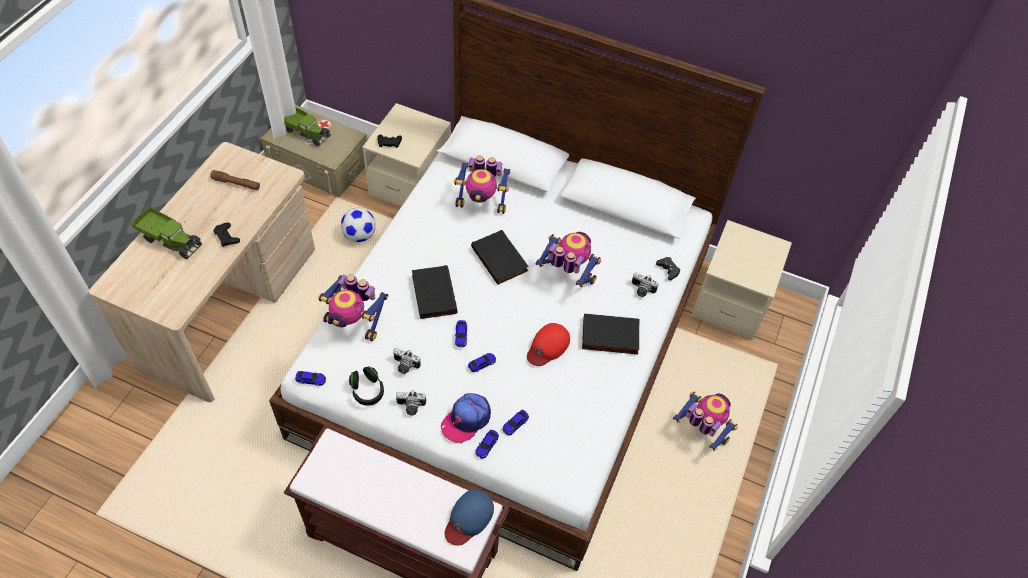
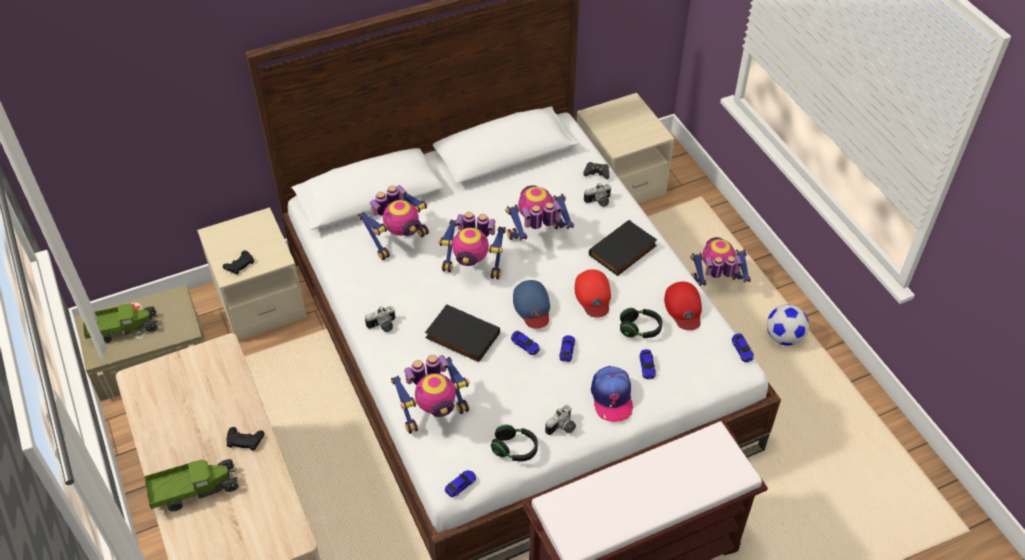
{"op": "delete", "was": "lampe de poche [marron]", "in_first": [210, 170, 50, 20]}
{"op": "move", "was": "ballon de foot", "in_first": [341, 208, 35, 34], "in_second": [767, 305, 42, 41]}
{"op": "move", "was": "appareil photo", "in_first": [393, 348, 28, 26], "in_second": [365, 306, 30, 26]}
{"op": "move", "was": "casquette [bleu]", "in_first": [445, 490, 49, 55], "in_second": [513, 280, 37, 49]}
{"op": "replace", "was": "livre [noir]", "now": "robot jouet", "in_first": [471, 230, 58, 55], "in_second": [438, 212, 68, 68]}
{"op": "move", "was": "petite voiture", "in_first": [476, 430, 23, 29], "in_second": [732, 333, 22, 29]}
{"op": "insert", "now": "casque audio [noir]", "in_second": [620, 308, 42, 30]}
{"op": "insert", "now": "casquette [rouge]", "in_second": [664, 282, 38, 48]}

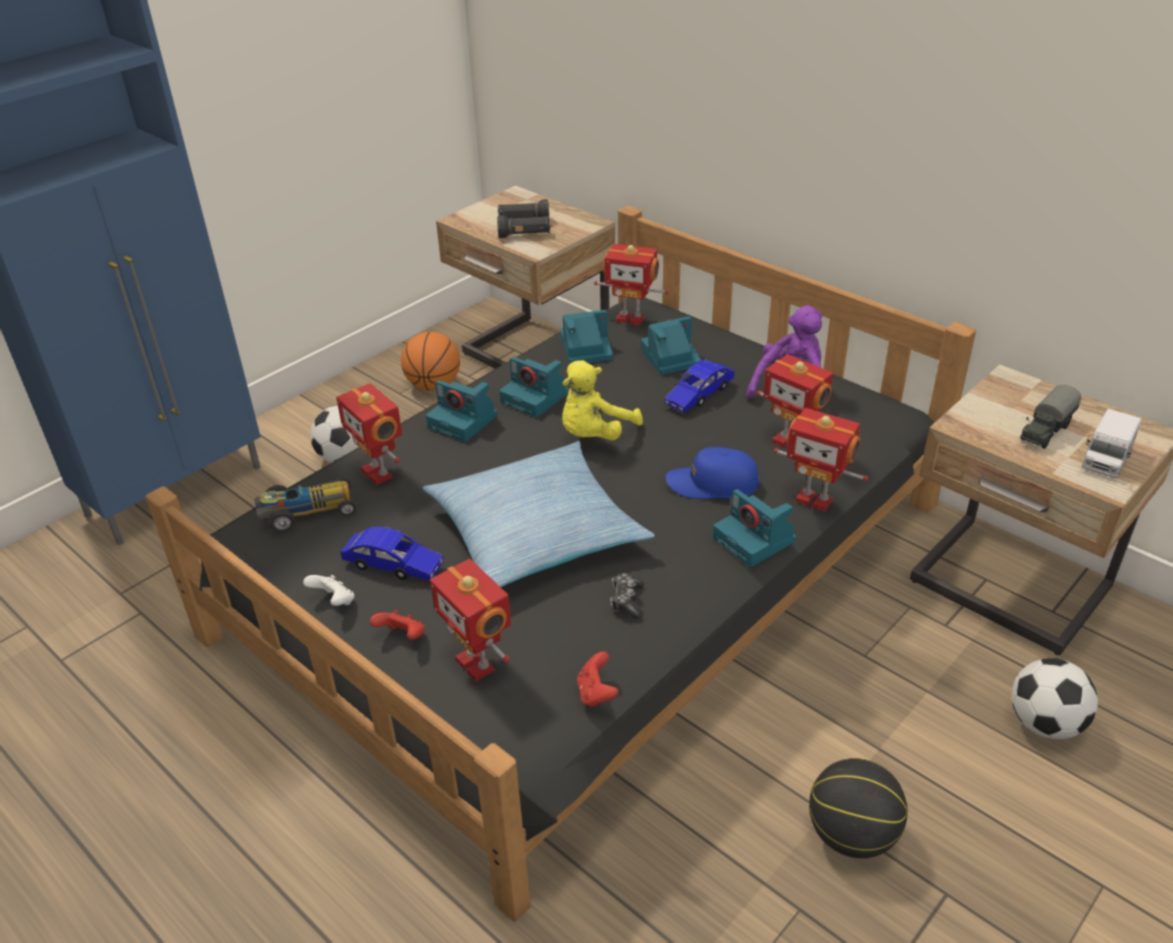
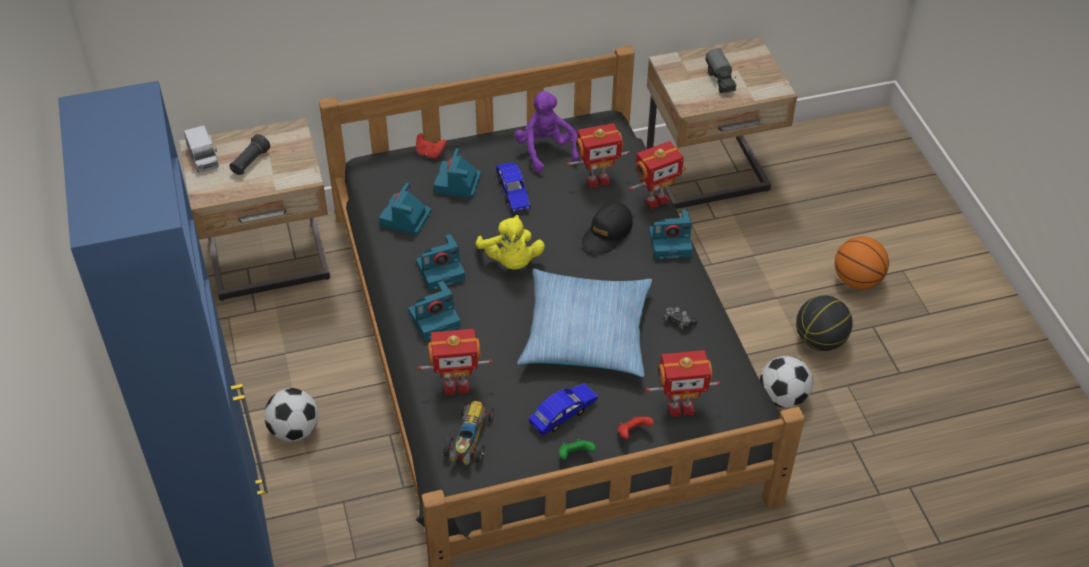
{"op": "recolor", "was": "manette [blanc]", "now": "manette [vert]", "in_first": [303, 575, 51, 31], "in_second": [559, 439, 37, 21]}
{"op": "move", "was": "ballon de basket", "in_first": [401, 332, 59, 59], "in_second": [835, 236, 54, 53]}
{"op": "delete", "was": "lampe de poche [noir]", "in_first": [497, 215, 53, 23]}
{"op": "move", "was": "manette [rouge]", "in_first": [577, 652, 41, 55], "in_second": [416, 133, 30, 26]}
{"op": "delete", "was": "robot jouet", "in_first": [594, 244, 75, 81]}
{"op": "recolor", "was": "casquette [bleu]", "now": "casquette [noir]", "in_first": [666, 447, 93, 52], "in_second": [582, 202, 51, 51]}
{"op": "move", "was": "ballon de foot", "in_first": [1011, 658, 87, 81], "in_second": [760, 356, 53, 52]}
{"op": "move", "was": "camion jouet", "in_first": [1082, 409, 60, 69], "in_second": [184, 125, 35, 48]}

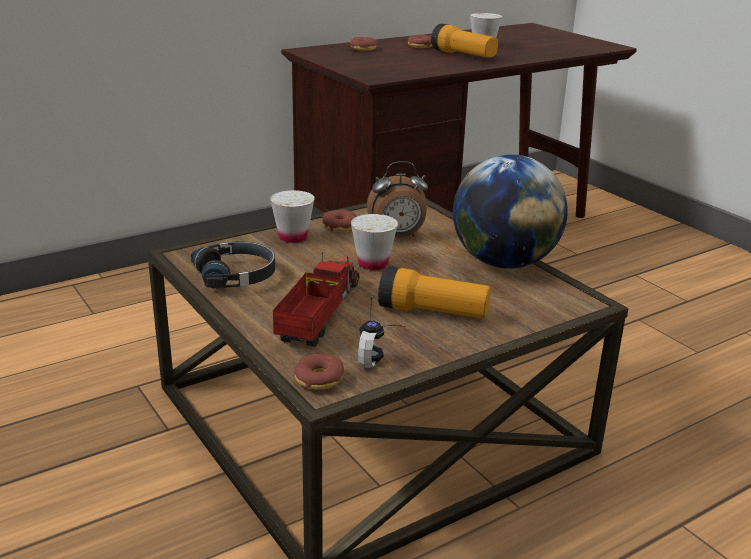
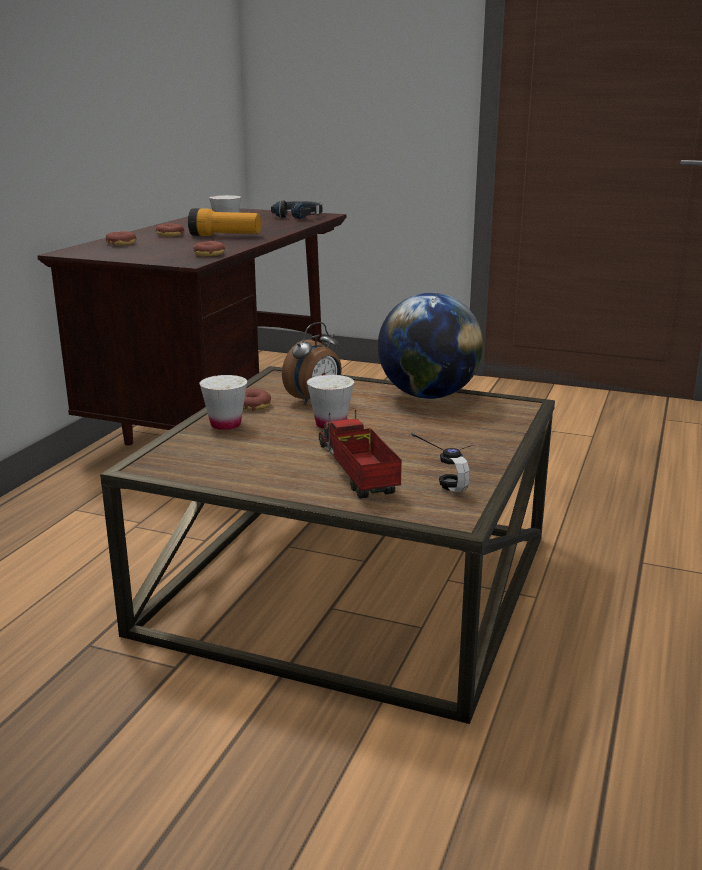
{"op": "move", "was": "casque audio [noir]", "in_first": [191, 241, 84, 48], "in_second": [271, 201, 51, 18]}
{"op": "move", "was": "beignet", "in_first": [294, 354, 50, 36], "in_second": [193, 241, 32, 16]}
{"op": "delete", "was": "lampe de poche", "in_first": [378, 266, 113, 53]}

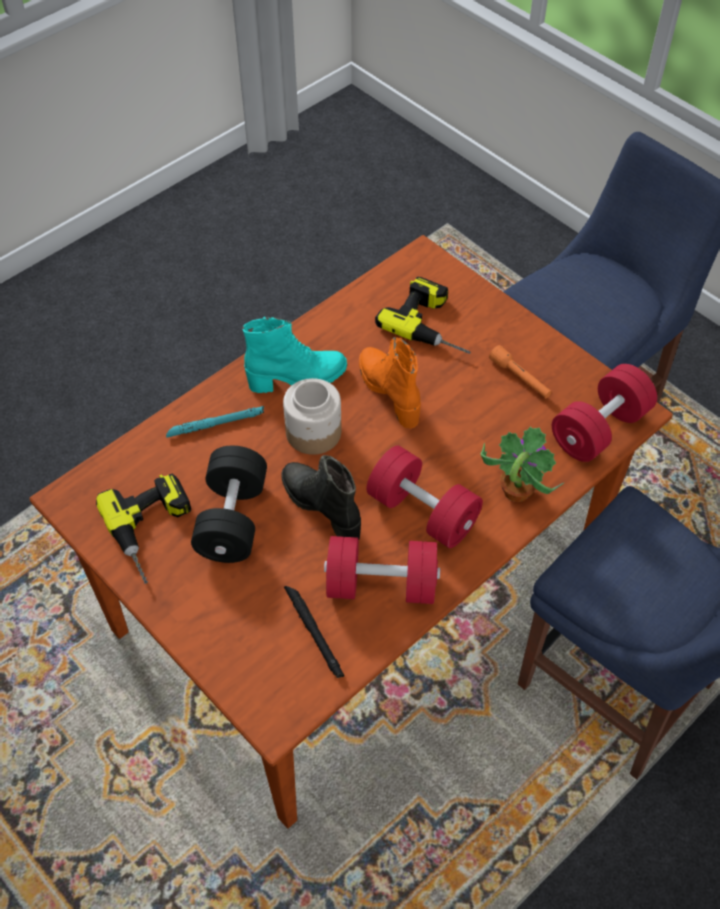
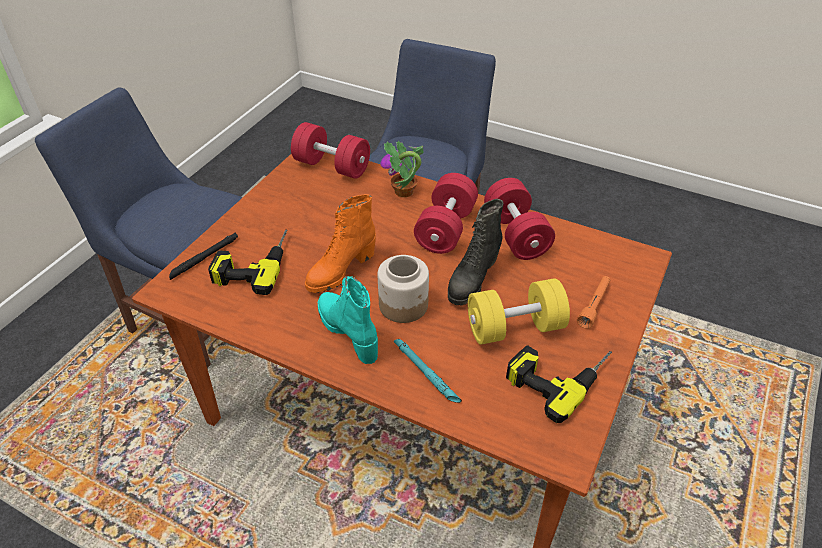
{"op": "recolor", "was": "haltère [noir]", "now": "haltère [jaune]", "in_first": [191, 445, 76, 118], "in_second": [468, 278, 102, 67]}
{"op": "move", "was": "lampe de poche [noir]", "in_first": [284, 586, 61, 92], "in_second": [169, 232, 69, 48]}
{"op": "move", "was": "lampe de poche [orange]", "in_first": [489, 345, 63, 53], "in_second": [577, 276, 33, 53]}

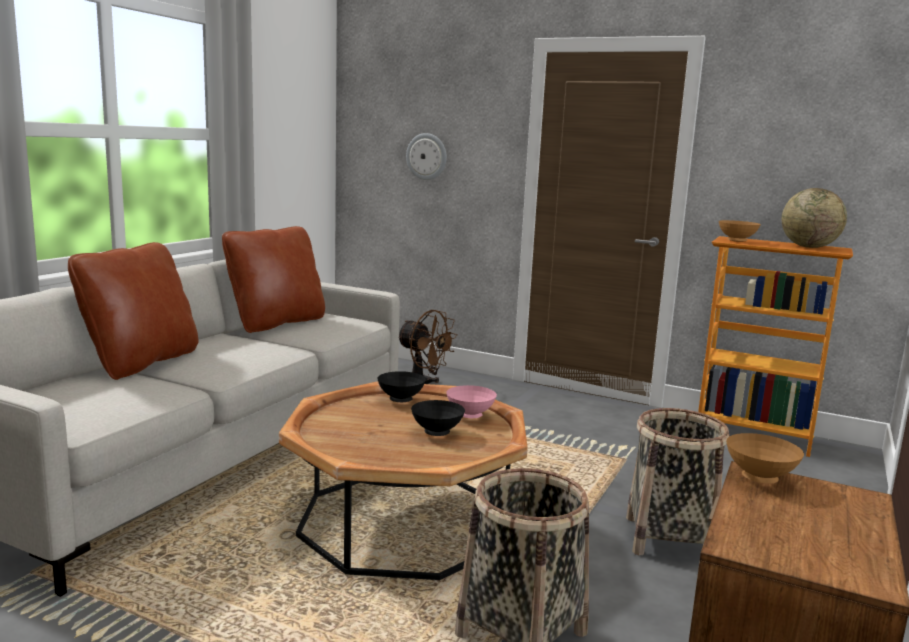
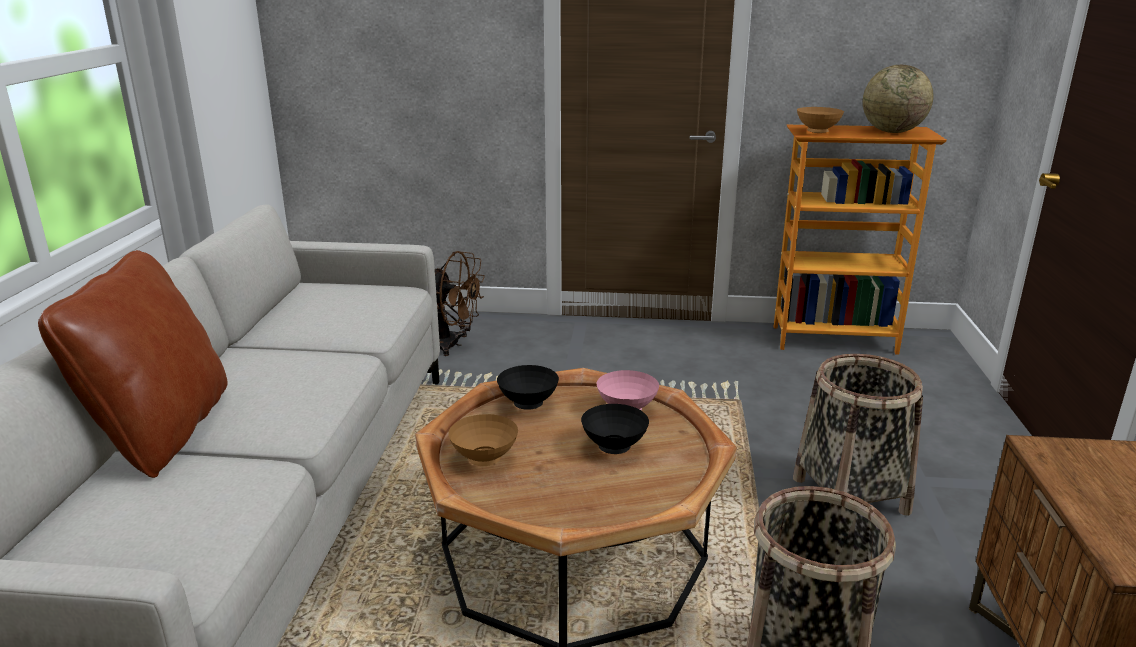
{"op": "delete", "was": "coussin [marron]", "in_first": [222, 226, 103, 107]}
{"op": "delete", "was": "horloge murale", "in_first": [406, 133, 41, 47]}
{"op": "move", "was": "bol [marron]", "in_first": [726, 433, 78, 51], "in_second": [448, 414, 70, 52]}

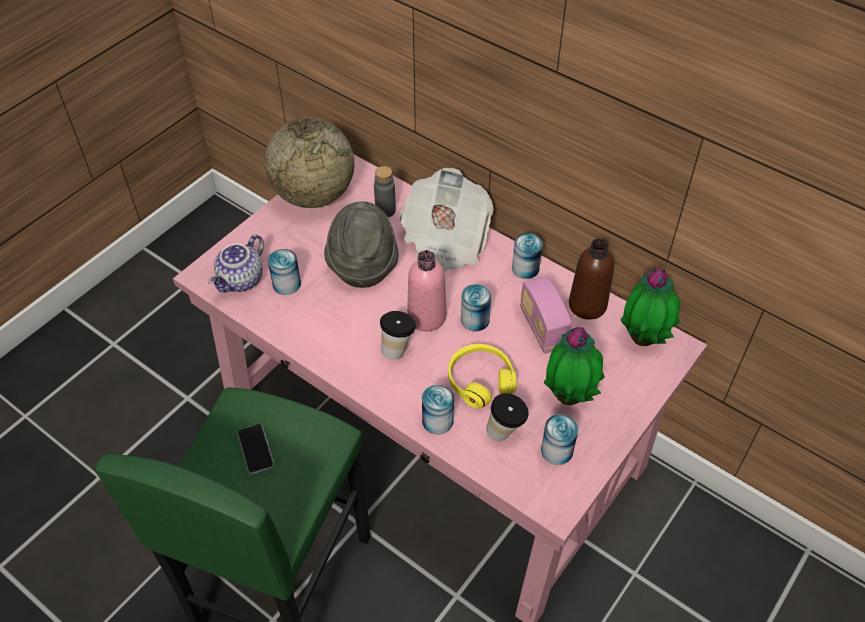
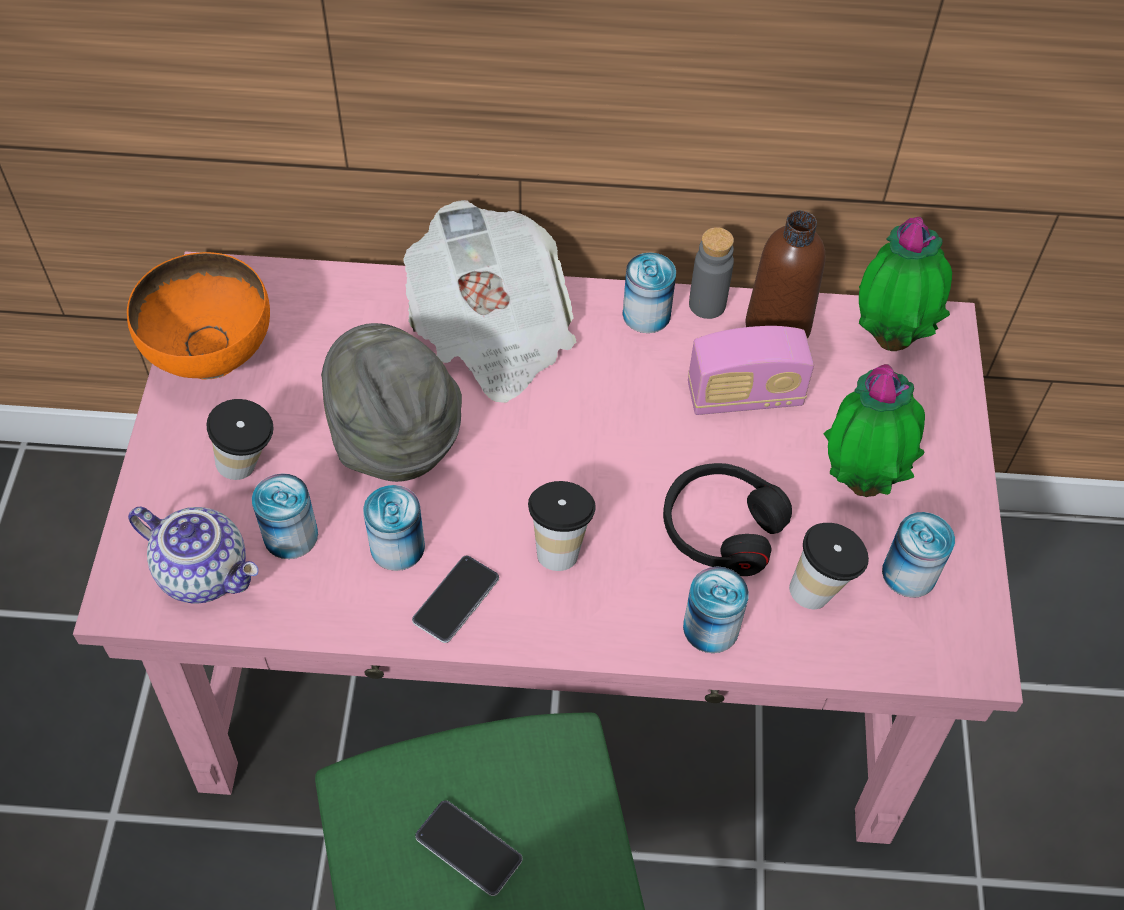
{"op": "rotate", "was": "théière", "in_first": [208, 235, 56, 58], "in_second": [128, 507, 130, 96], "clockwise": -60}
{"op": "replace", "was": "globe", "now": "bol [orange]", "in_first": [264, 117, 90, 91], "in_second": [127, 252, 143, 127]}
{"op": "move", "was": "bouteille [gris]", "in_first": [374, 166, 22, 51], "in_second": [689, 227, 45, 92]}
{"op": "delete", "was": "bouteille [rose]", "in_first": [407, 250, 39, 81]}
{"op": "recolor", "was": "casque audio [jaune]", "now": "casque audio [noir]", "in_first": [448, 344, 68, 64], "in_second": [663, 463, 129, 113]}
{"op": "move", "was": "boîte métallique", "in_first": [461, 284, 30, 47], "in_second": [363, 485, 62, 86]}
{"op": "rotate", "was": "radio", "in_first": [520, 277, 52, 77], "in_second": [688, 326, 126, 89], "clockwise": -45}
{"op": "insert", "now": "tasse", "in_second": [206, 399, 68, 81]}
{"op": "insert", "now": "téléphone", "in_second": [412, 556, 87, 87]}

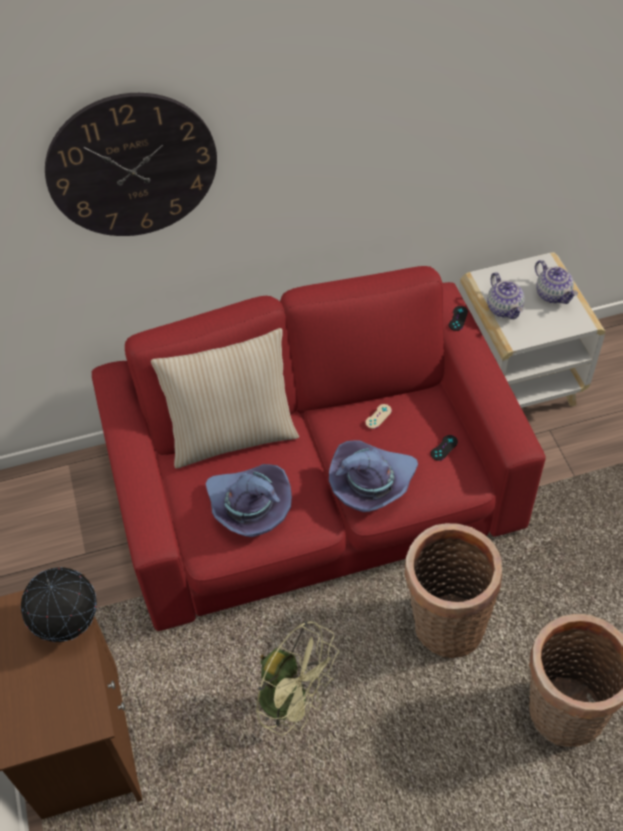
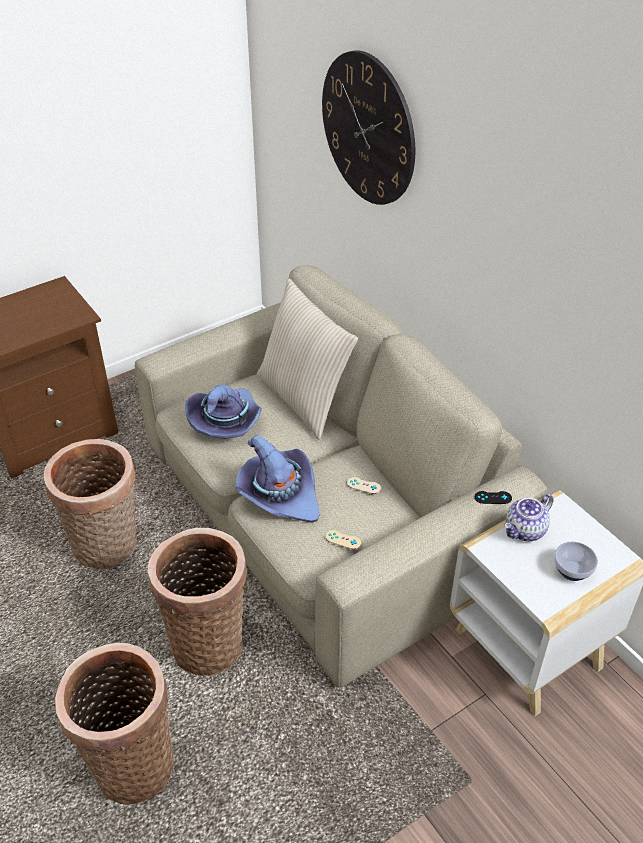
{"op": "delete", "was": "globe", "in_first": [21, 567, 76, 75]}
{"op": "recolor", "was": "canapé [rouge]", "now": "canapé [beige]", "in_first": [92, 266, 454, 365], "in_second": [135, 266, 412, 422]}
{"op": "replace", "was": "ventilateur [vert]", "now": "panier", "in_first": [256, 621, 83, 114], "in_second": [44, 439, 93, 130]}
{"op": "recolor", "was": "manette [noir]", "now": "manette [beige]", "in_first": [431, 435, 27, 25], "in_second": [326, 530, 35, 19]}
{"op": "replace", "was": "théière", "now": "bol", "in_first": [535, 260, 43, 44], "in_second": [554, 541, 44, 40]}

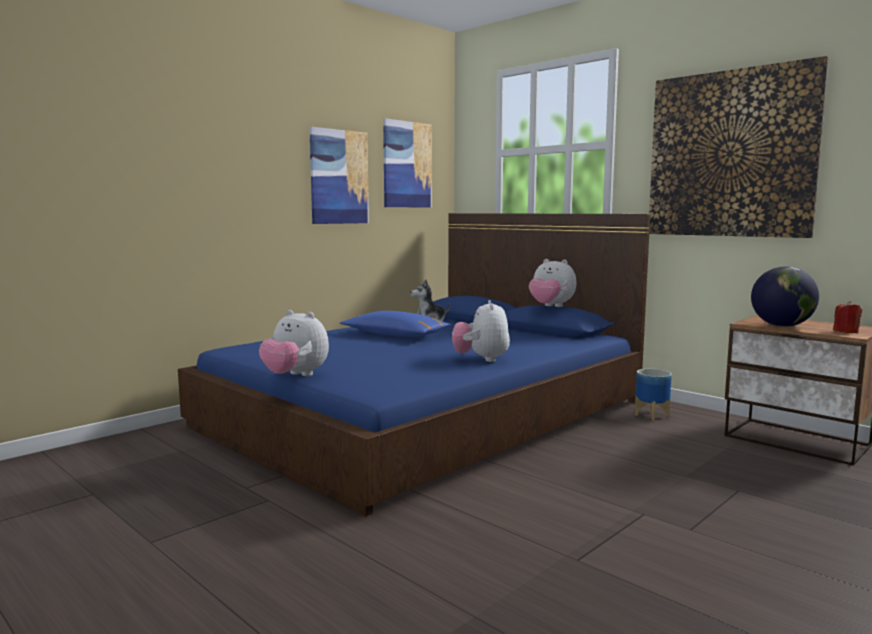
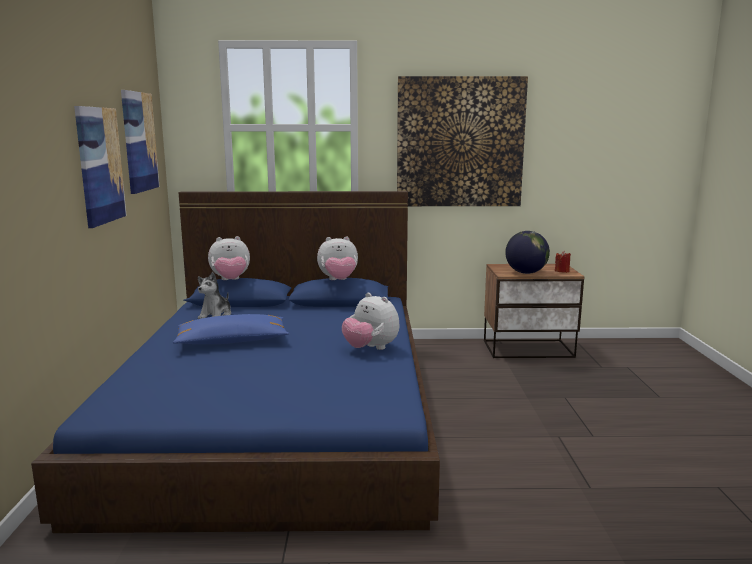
{"op": "move", "was": "peluche", "in_first": [259, 310, 70, 66], "in_second": [208, 236, 42, 44]}
{"op": "delete", "was": "cache-pot", "in_first": [635, 369, 37, 52]}

